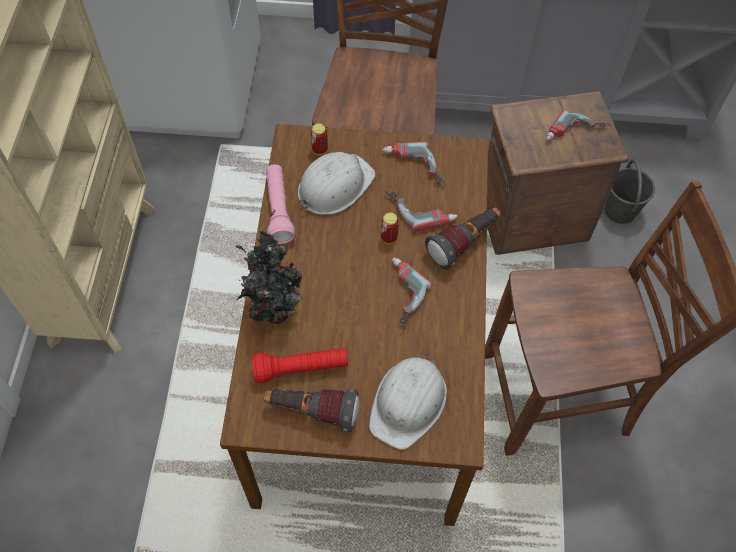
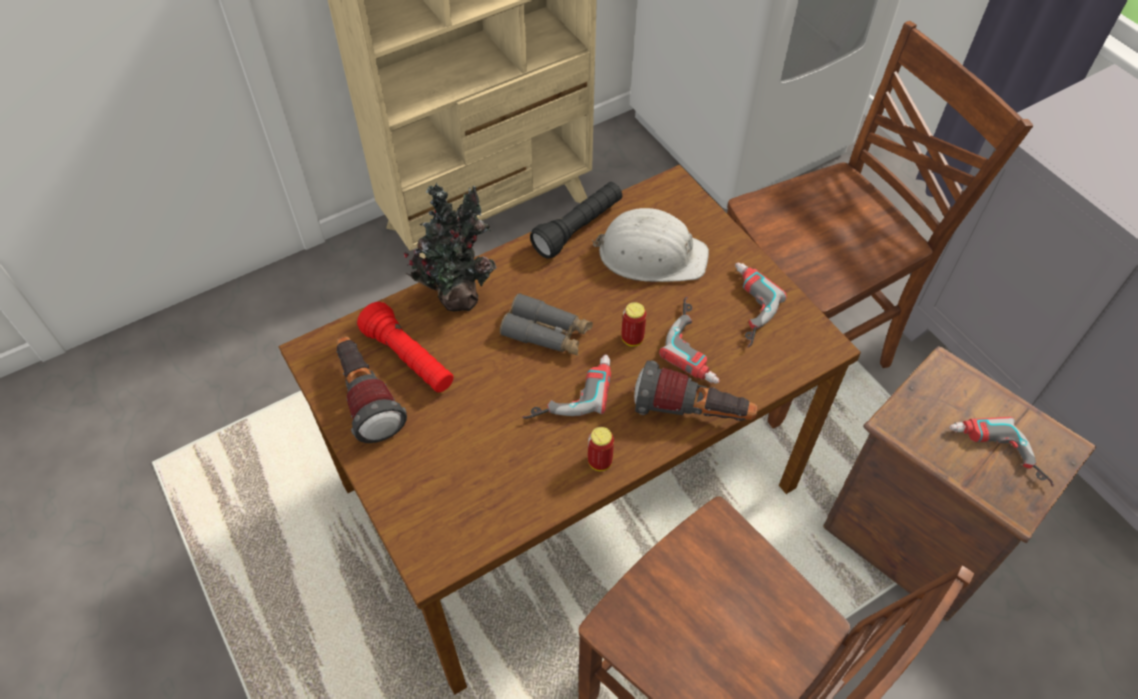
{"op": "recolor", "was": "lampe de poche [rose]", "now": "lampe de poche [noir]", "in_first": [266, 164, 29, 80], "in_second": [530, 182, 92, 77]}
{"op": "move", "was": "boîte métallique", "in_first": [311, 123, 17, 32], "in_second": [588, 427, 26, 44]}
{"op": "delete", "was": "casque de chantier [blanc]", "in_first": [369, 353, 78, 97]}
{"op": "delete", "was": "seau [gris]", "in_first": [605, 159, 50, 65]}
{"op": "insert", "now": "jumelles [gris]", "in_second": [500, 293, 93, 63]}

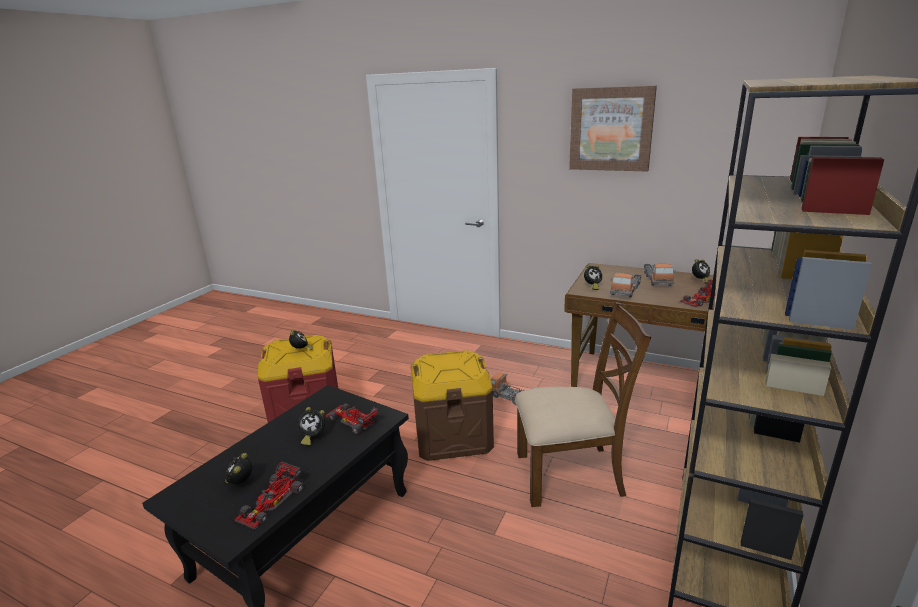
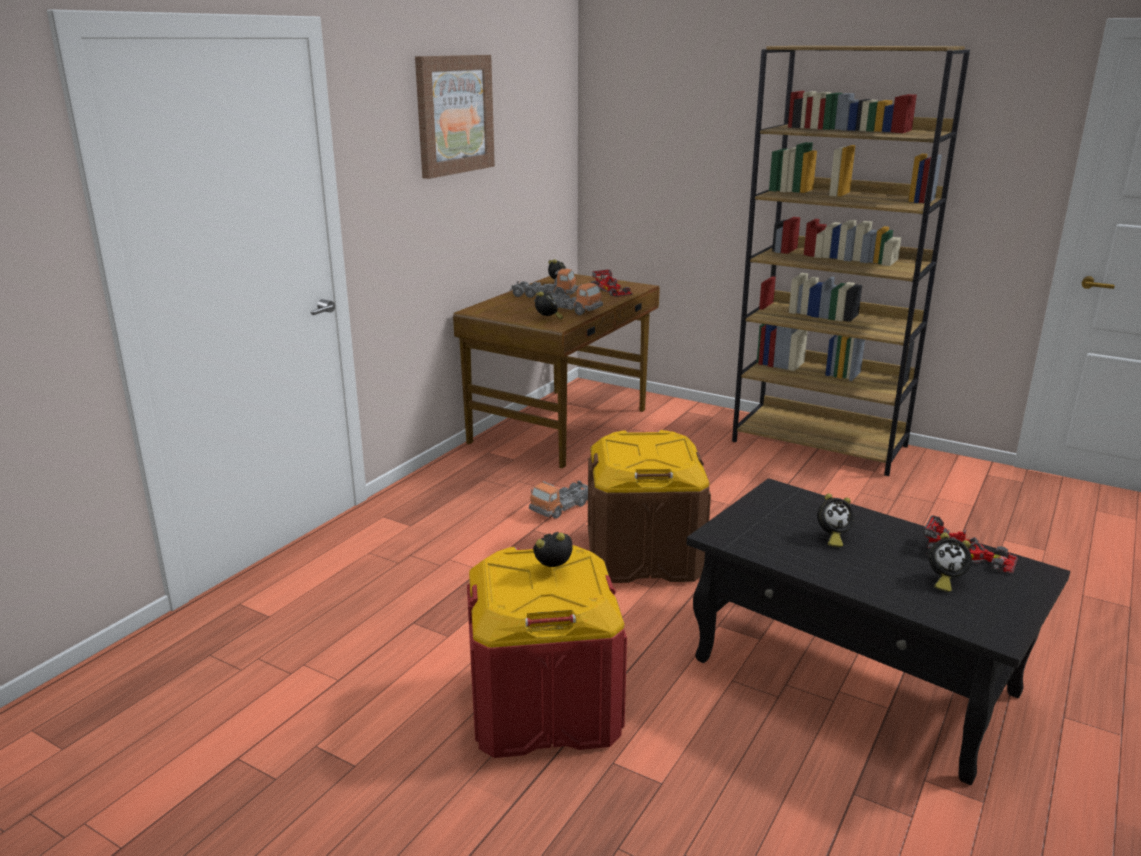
{"op": "rotate", "was": "réveil", "in_first": [298, 407, 27, 39], "in_second": [817, 494, 38, 53], "clockwise": 75}
{"op": "delete", "was": "petite voiture", "in_first": [326, 403, 53, 31]}
{"op": "delete", "was": "chaise [marron]", "in_first": [515, 302, 136, 205]}

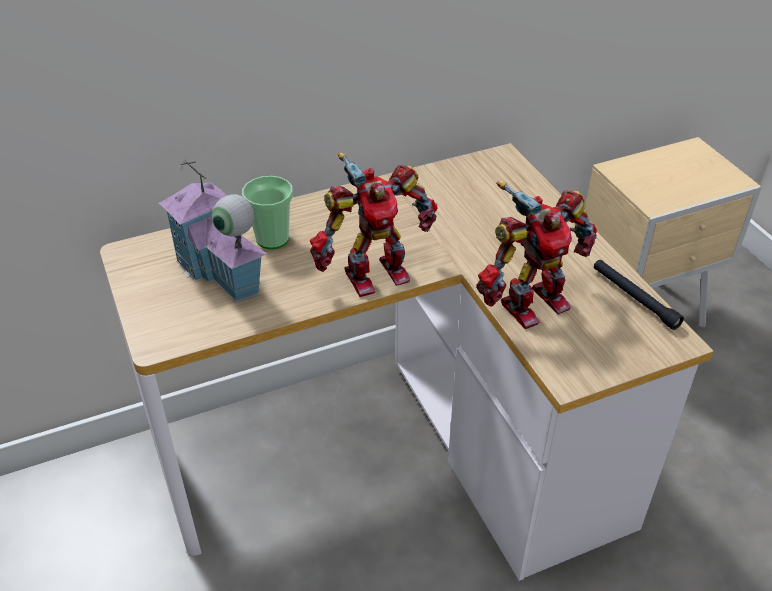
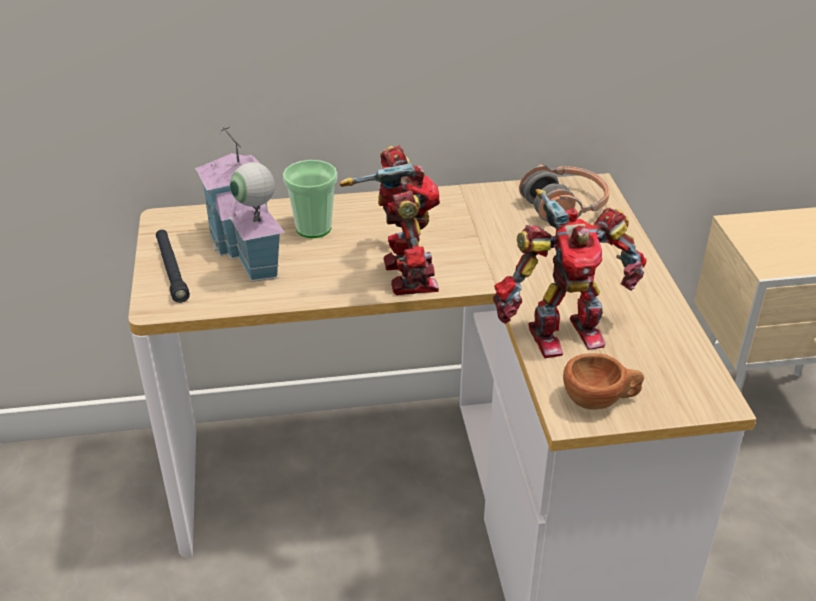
{"op": "rotate", "was": "robot jouet", "in_first": [310, 153, 127, 144], "in_second": [340, 145, 100, 150], "clockwise": -90}
{"op": "move", "was": "lampe de poche [noir]", "in_first": [594, 260, 90, 70], "in_second": [156, 230, 34, 73]}
{"op": "insert", "now": "casque audio", "in_second": [519, 164, 91, 58]}
{"op": "insert", "now": "tasse [marron]", "in_second": [563, 354, 81, 56]}

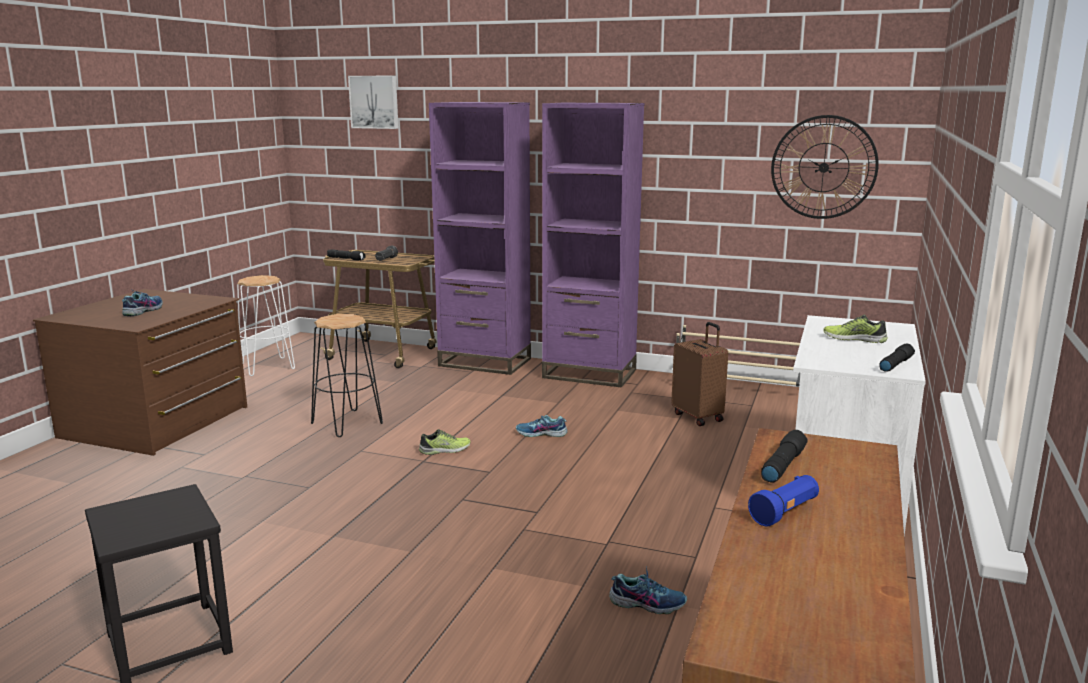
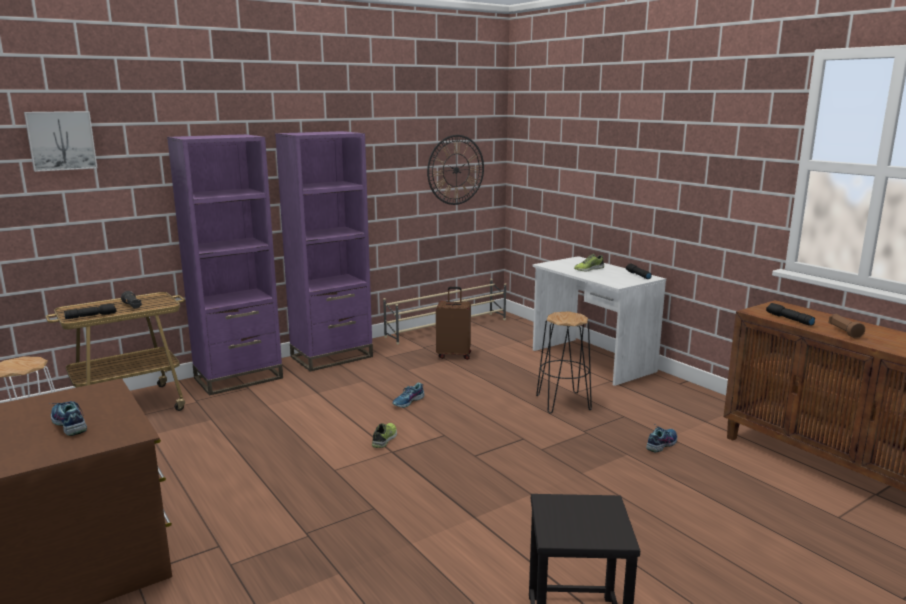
{"op": "move", "was": "tabouret [noir]", "in_first": [311, 314, 72, 123], "in_second": [536, 311, 56, 103]}
{"op": "recolor", "was": "lampe de poche [bleu]", "now": "lampe de poche [marron]", "in_first": [748, 475, 71, 52], "in_second": [828, 314, 37, 25]}

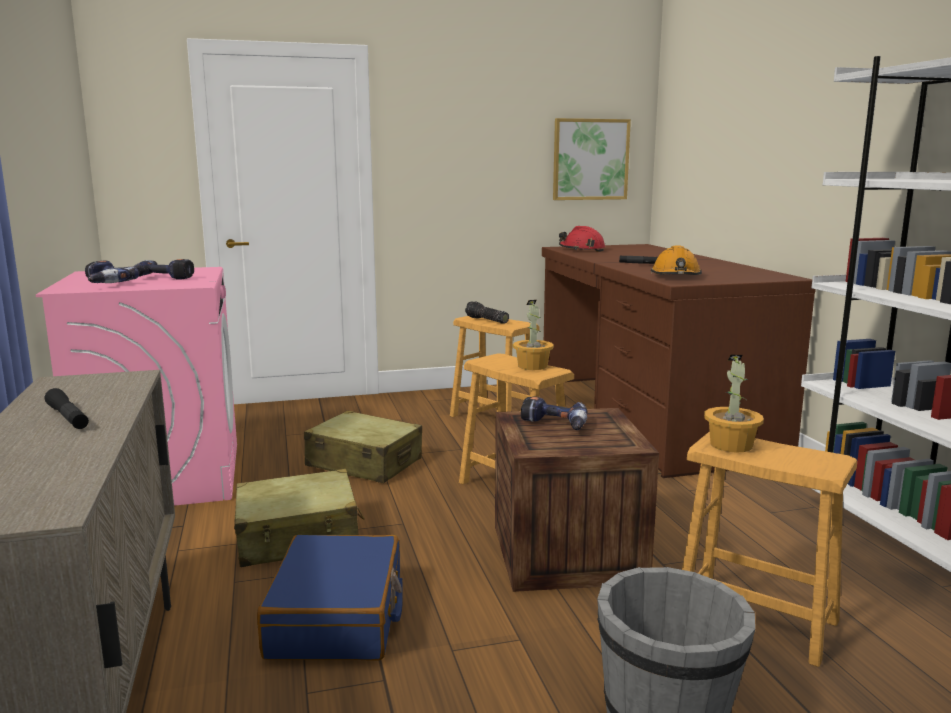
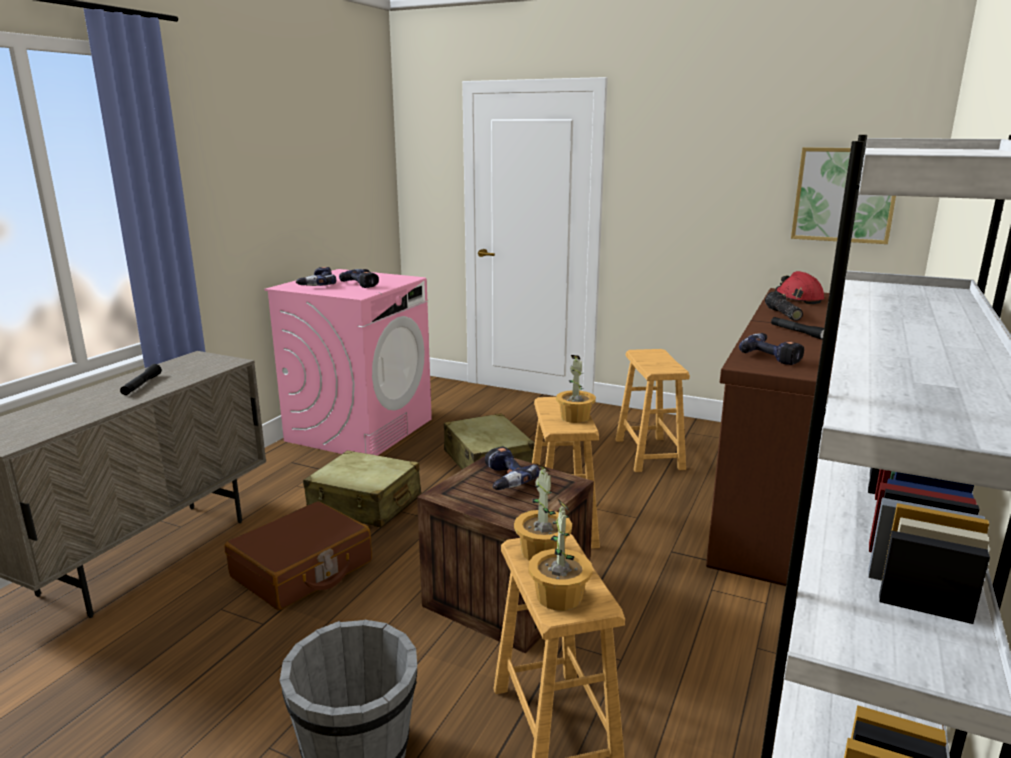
{"op": "recolor", "was": "valise [bleu]", "now": "valise [marron]", "in_first": [257, 535, 145, 126], "in_second": [224, 501, 148, 109]}
{"op": "move", "was": "lampe de poche", "in_first": [465, 301, 44, 22], "in_second": [765, 291, 38, 30]}
{"op": "replace", "was": "casque de chantier [orange]", "now": "perceuse", "in_first": [651, 245, 51, 30], "in_second": [739, 333, 65, 32]}
{"op": "insert", "now": "plante en pot", "in_second": [529, 498, 64, 113]}

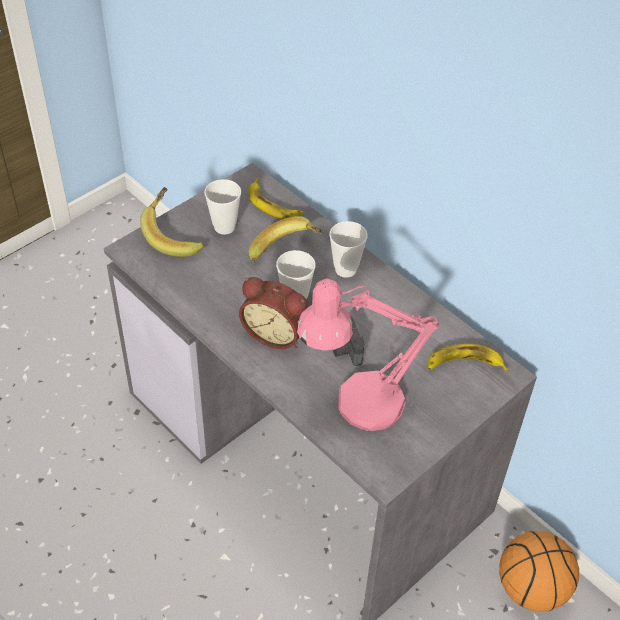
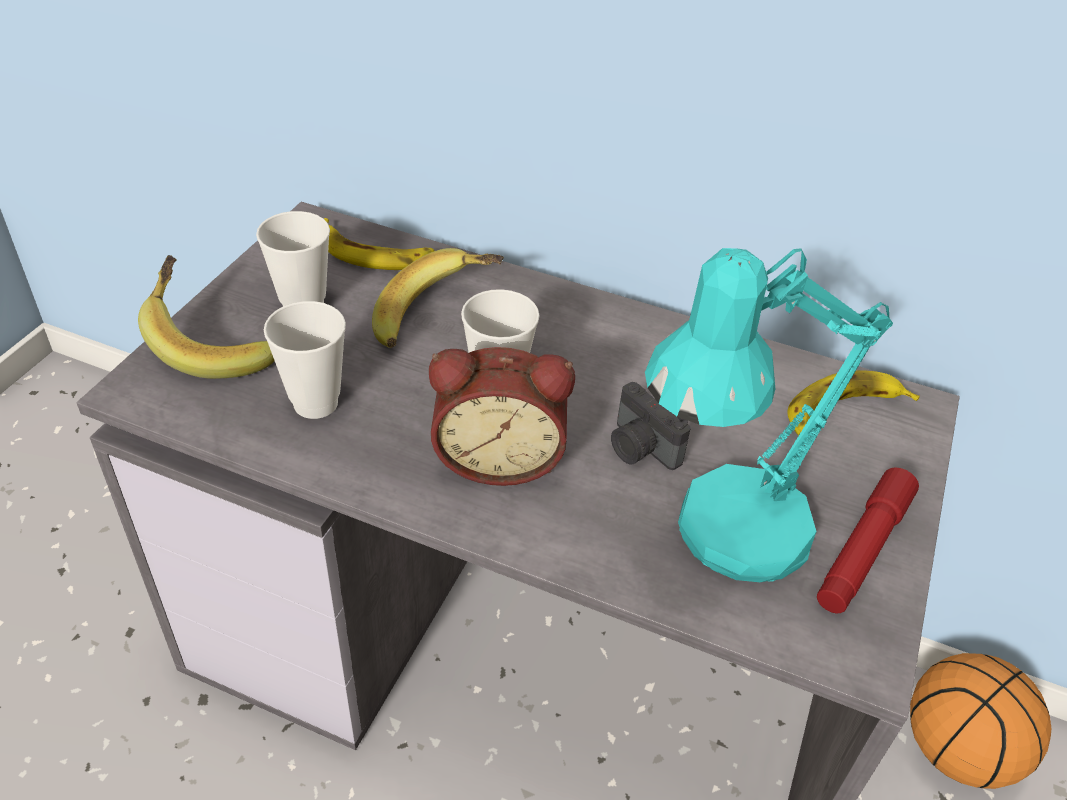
{"op": "recolor", "was": "lampe de table [rose]", "now": "lampe de table [turquoise]", "in_first": [297, 278, 142, 153], "in_second": [645, 248, 248, 334]}
{"op": "move", "was": "tasse", "in_first": [329, 221, 39, 57], "in_second": [264, 301, 82, 118]}
{"op": "insert", "now": "lampe de poche [rouge]", "in_second": [817, 467, 102, 146]}

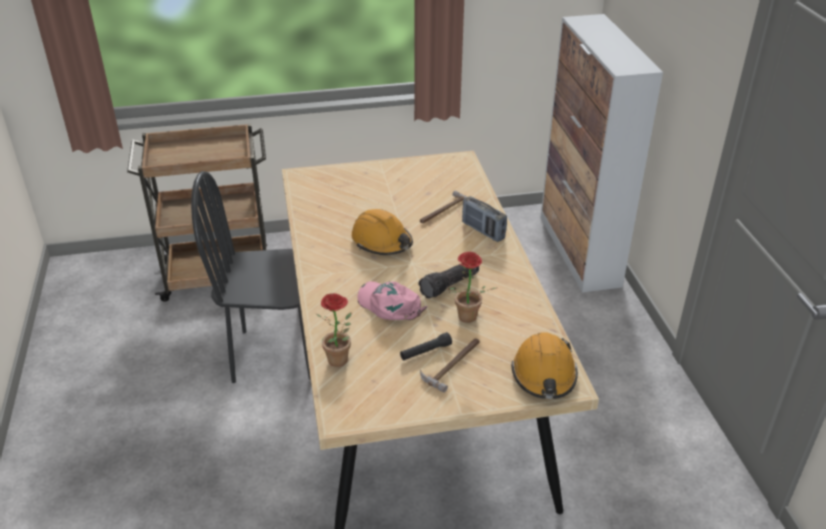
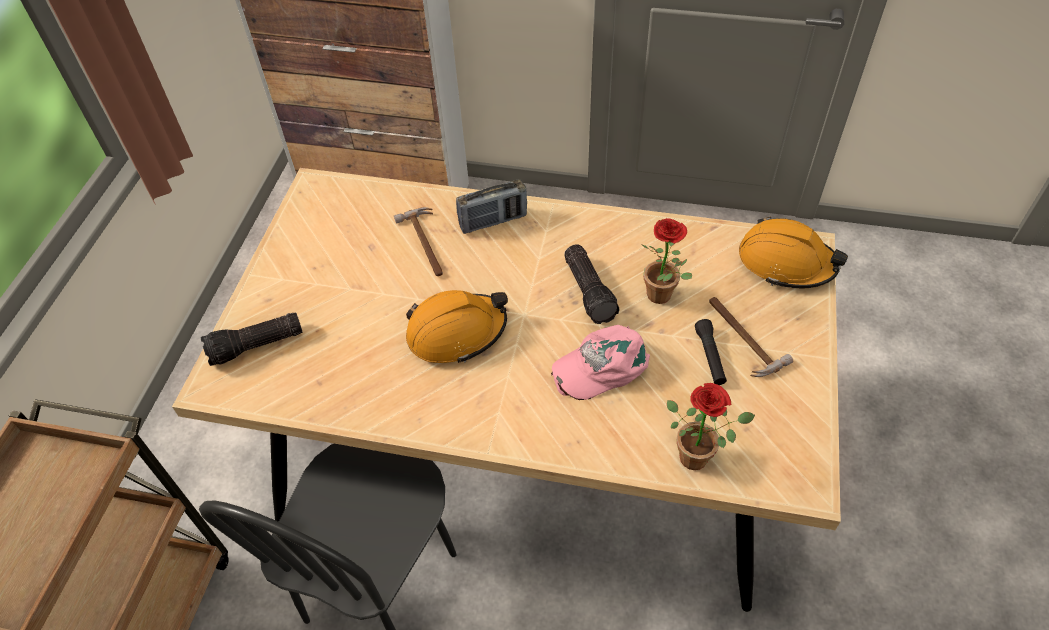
{"op": "insert", "now": "lampe de poche", "in_second": [200, 312, 103, 54]}

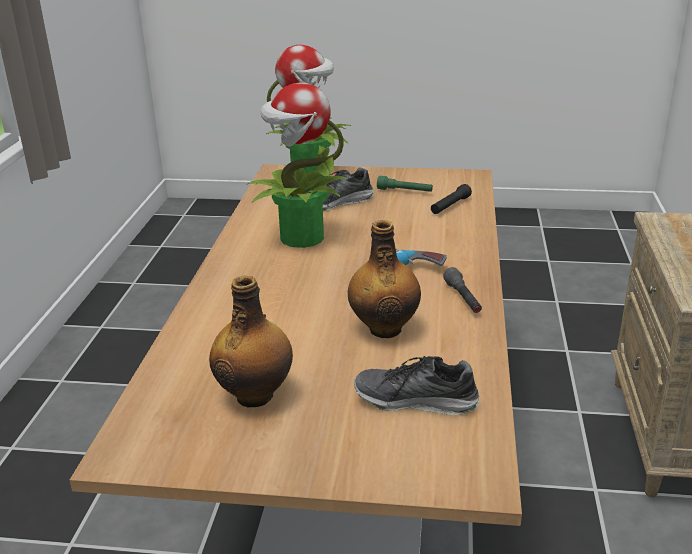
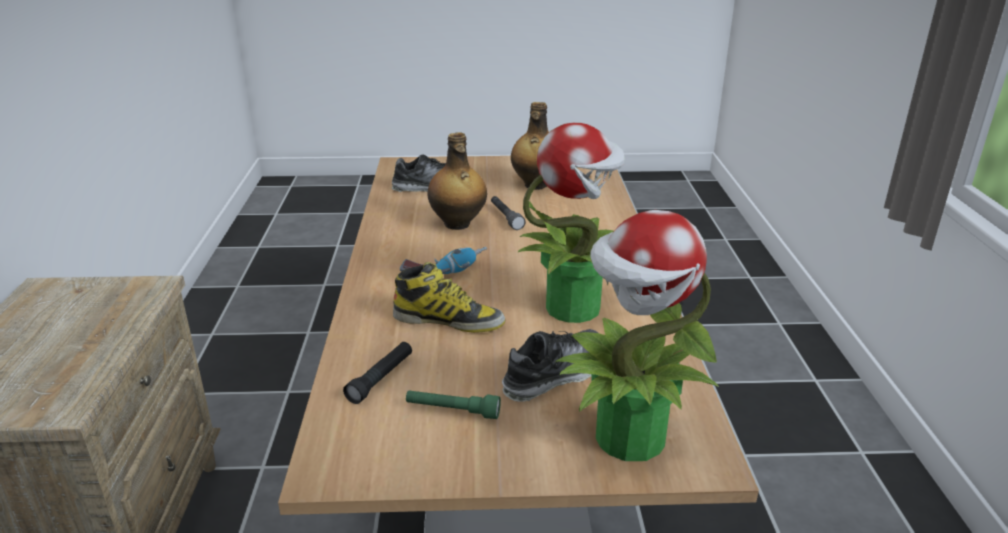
{"op": "move", "was": "lampe de poche [gris]", "in_first": [443, 267, 39, 46], "in_second": [491, 196, 34, 34]}
{"op": "insert", "now": "botte", "in_second": [393, 262, 112, 71]}

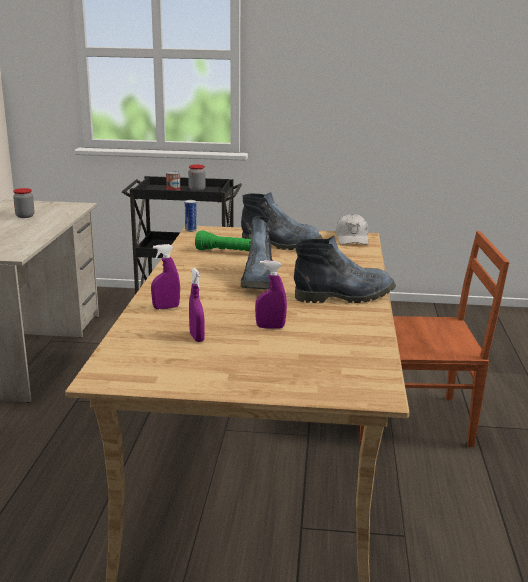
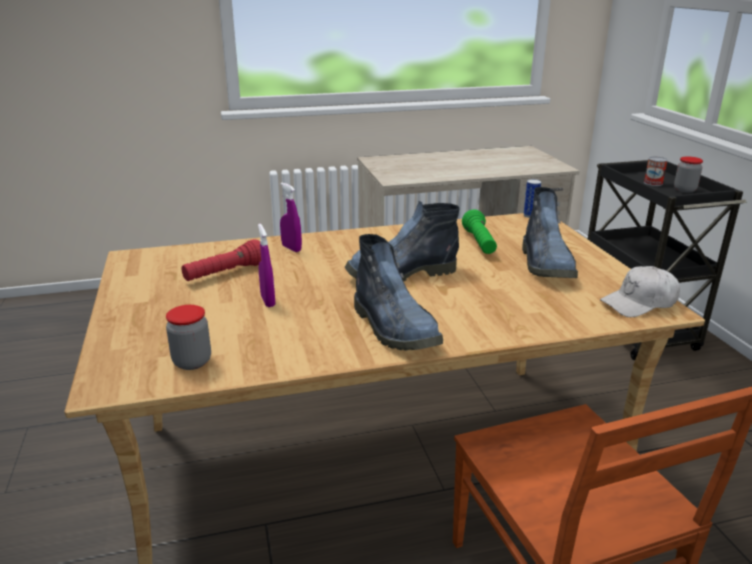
{"op": "move", "was": "bocal", "in_first": [13, 188, 21, 30], "in_second": [166, 305, 45, 65]}
{"op": "replace", "was": "vaporisateur [violet]", "now": "lampe de poche [rouge]", "in_first": [189, 268, 16, 74], "in_second": [182, 239, 79, 42]}

